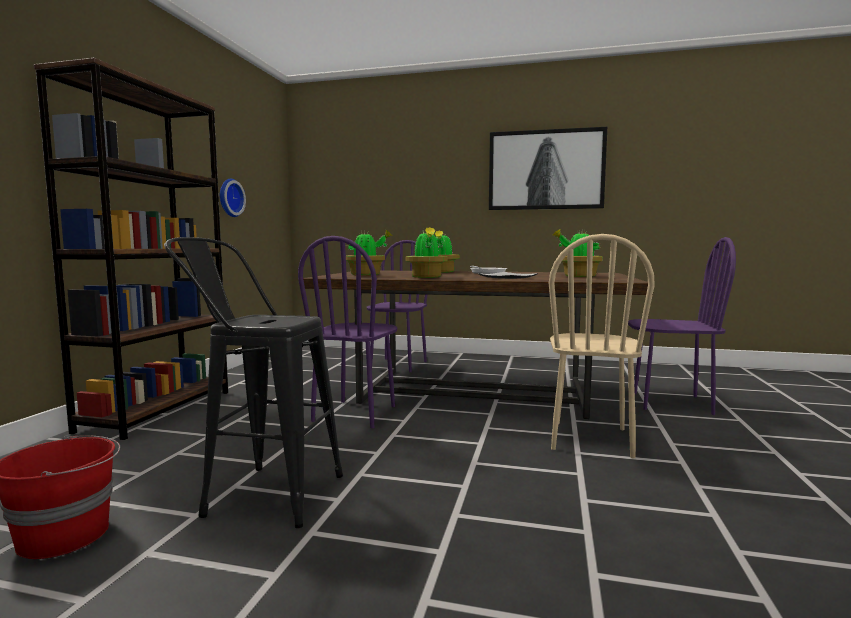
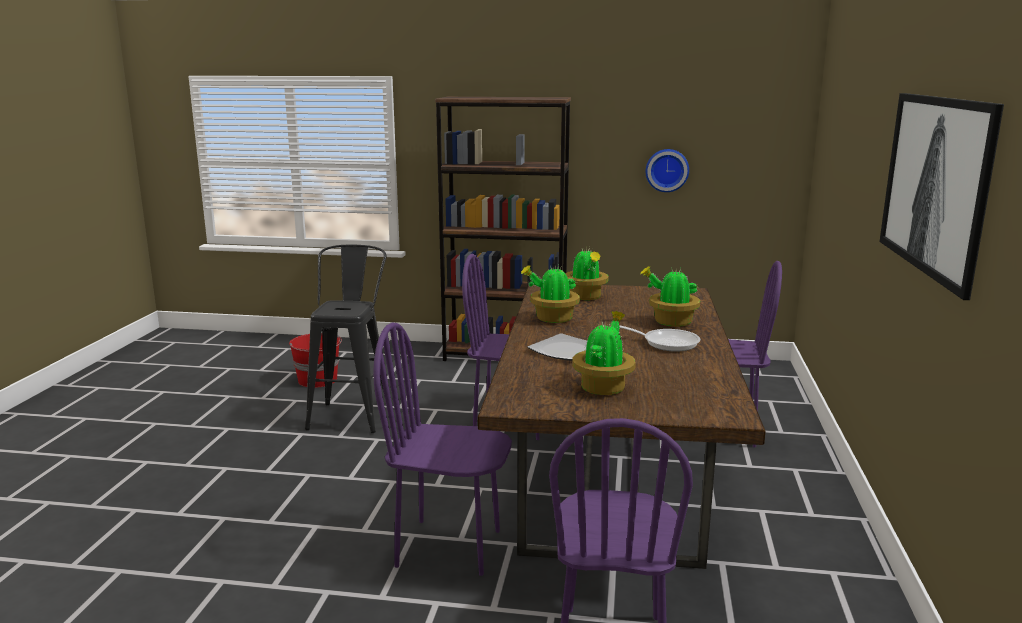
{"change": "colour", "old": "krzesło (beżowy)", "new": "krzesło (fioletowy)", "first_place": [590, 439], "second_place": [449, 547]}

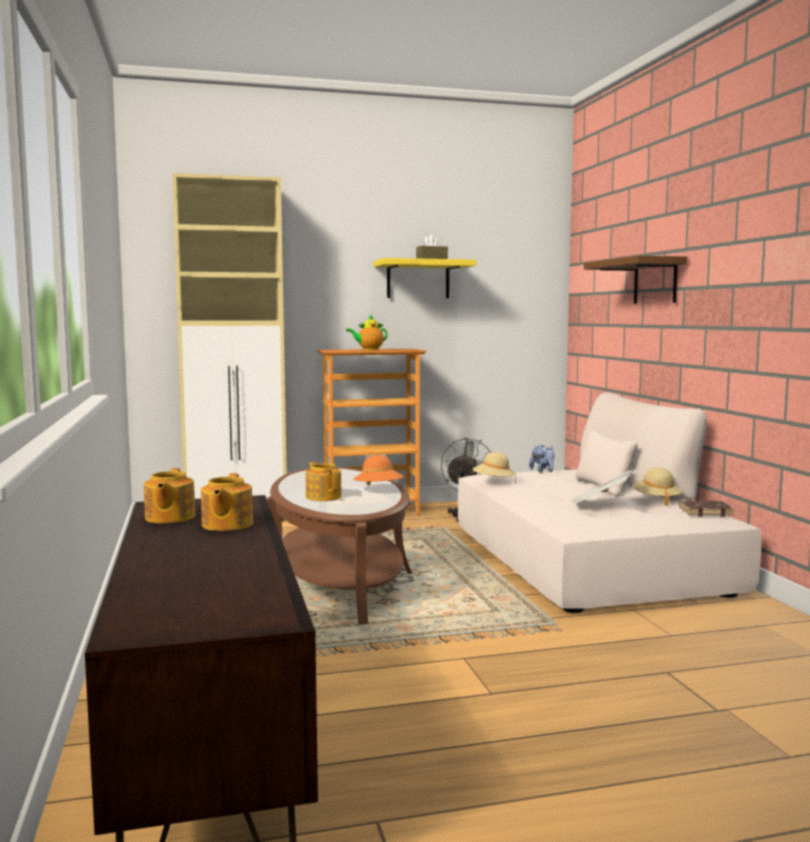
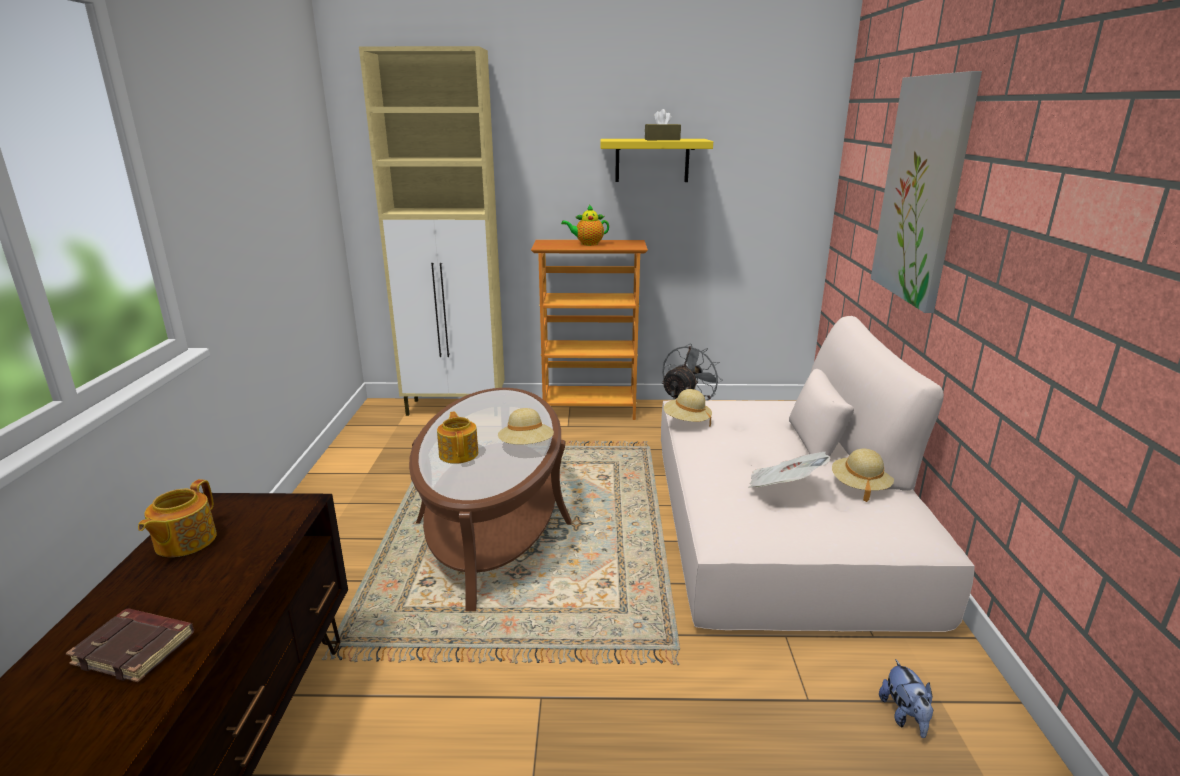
{"change": "missing", "old": "imbryk", "first_place": [226, 525]}
{"change": "relocated", "old": "pluszak", "first_place": [543, 471], "second_place": [904, 716]}
{"change": "relocated", "old": "książka (brązowy)", "first_place": [705, 512], "second_place": [137, 649]}
{"change": "exchanged", "old": "półka (brązowy)", "new": "obraz", "first_place": [655, 281], "second_place": [922, 191]}
{"change": "colour", "old": "kapelusz (pomarańczowy)", "new": "kapelusz (beżowy)", "first_place": [379, 490], "second_place": [526, 446]}

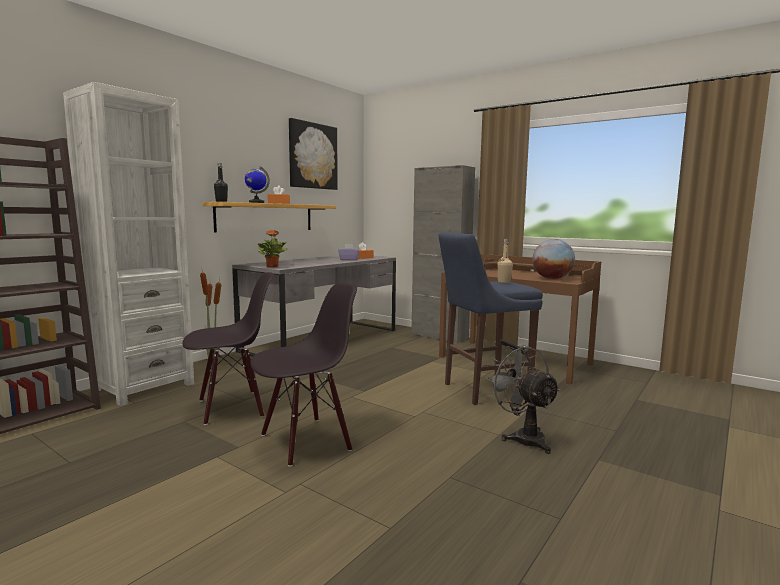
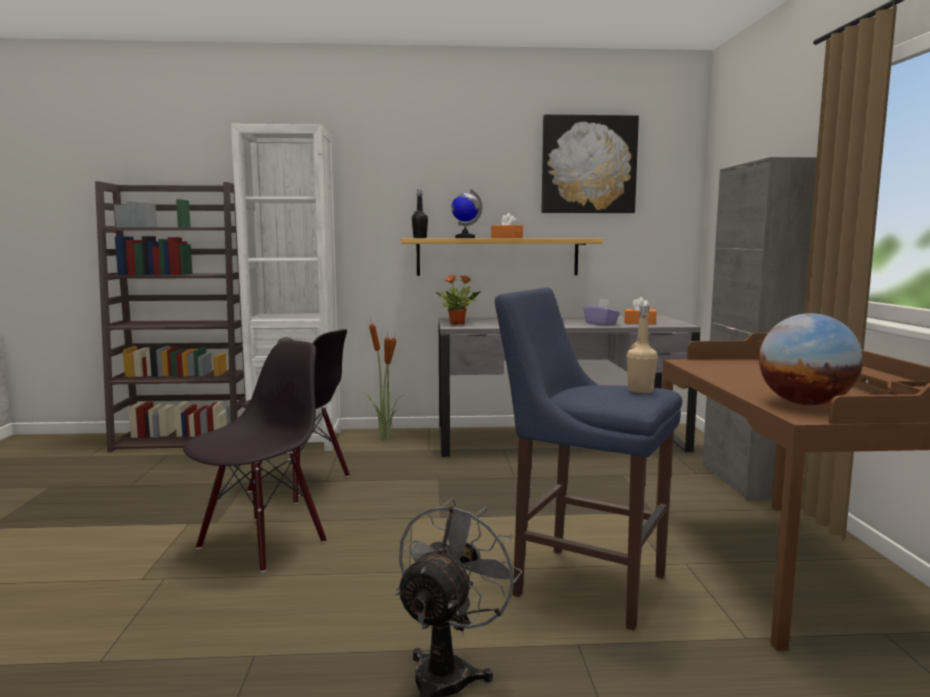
{"change": "spun", "old": "krzesło (czarny)", "first_place": [305, 441], "second_place": [261, 543], "degrees": -75}

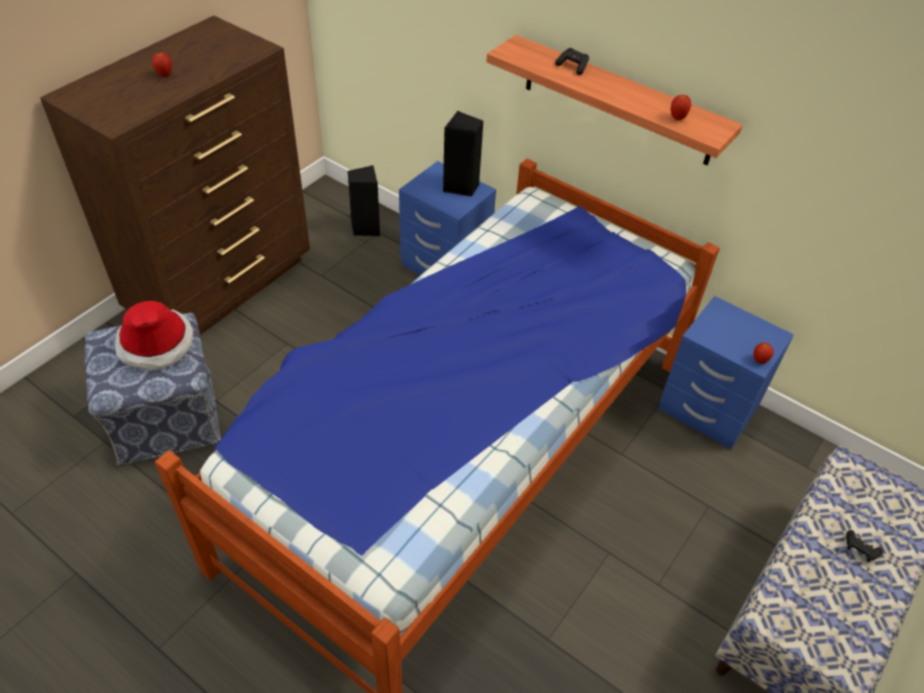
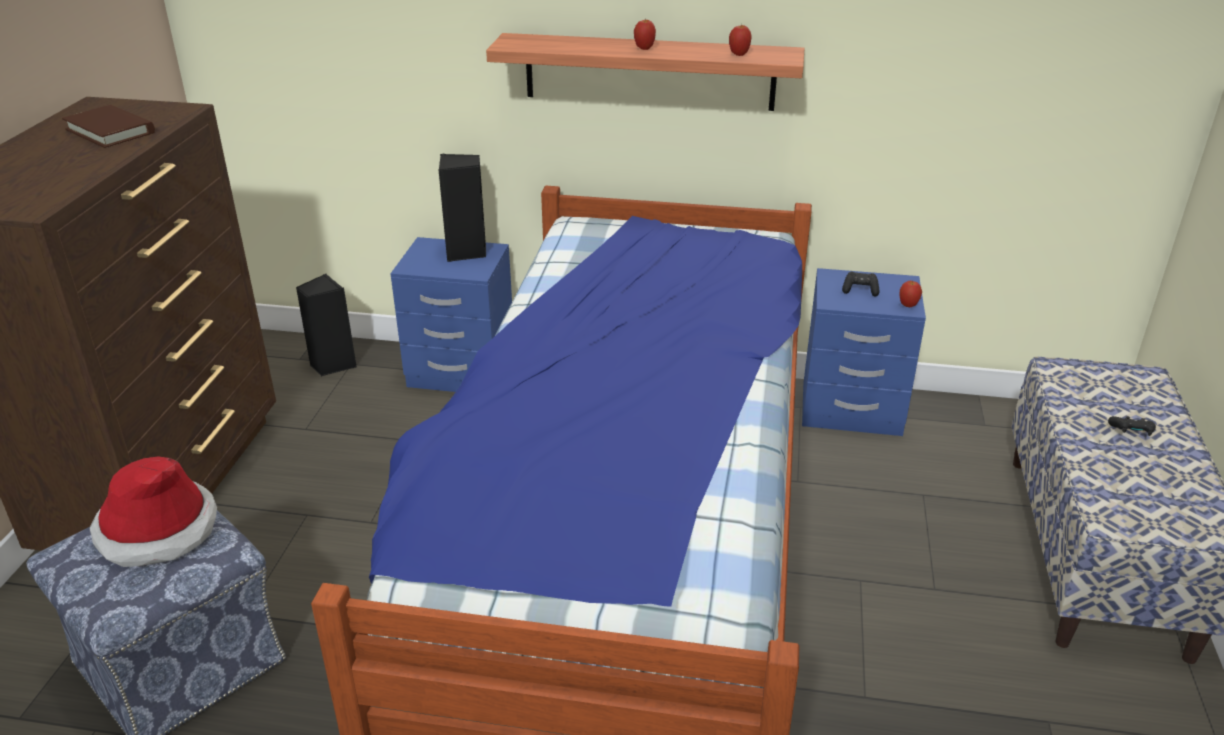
{"change": "appeared", "new": "książka (brązowy)", "second_place": [110, 131]}
{"change": "relocated", "old": "jabłko", "first_place": [165, 75], "second_place": [644, 48]}
{"change": "relocated", "old": "pad do gier (czarny)", "first_place": [572, 67], "second_place": [860, 290]}

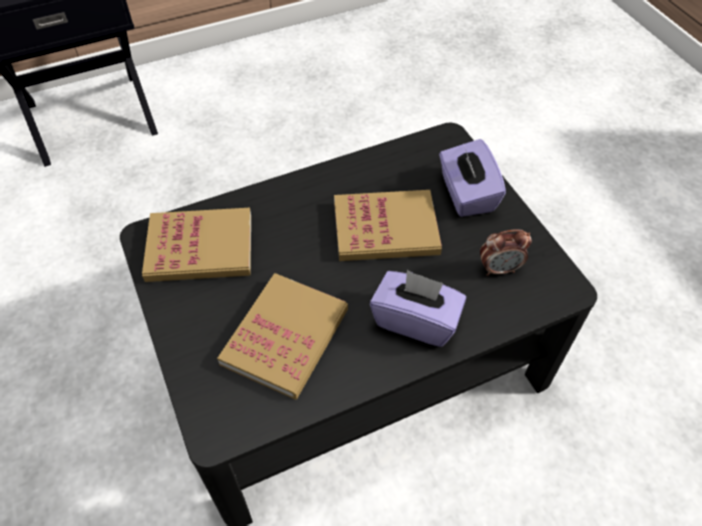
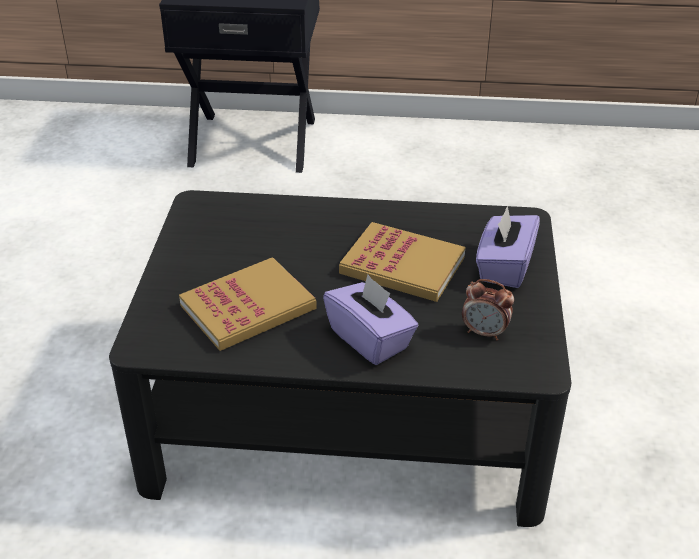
{"change": "missing", "old": "książka", "first_place": [200, 248]}

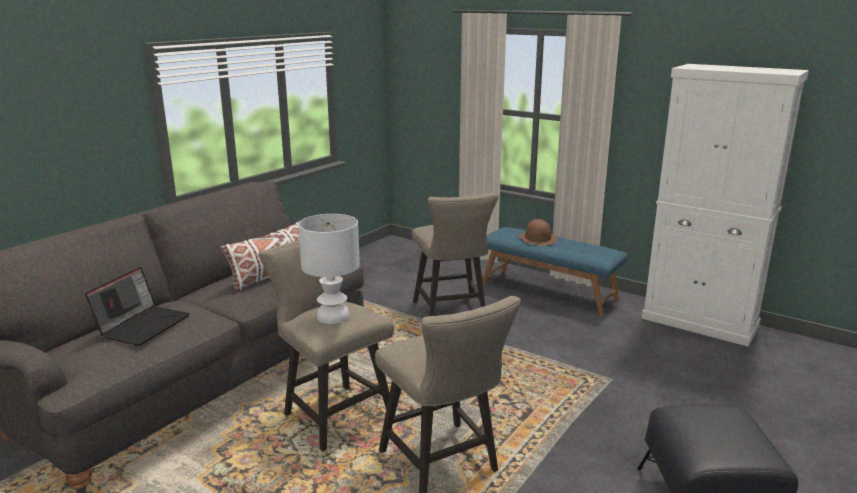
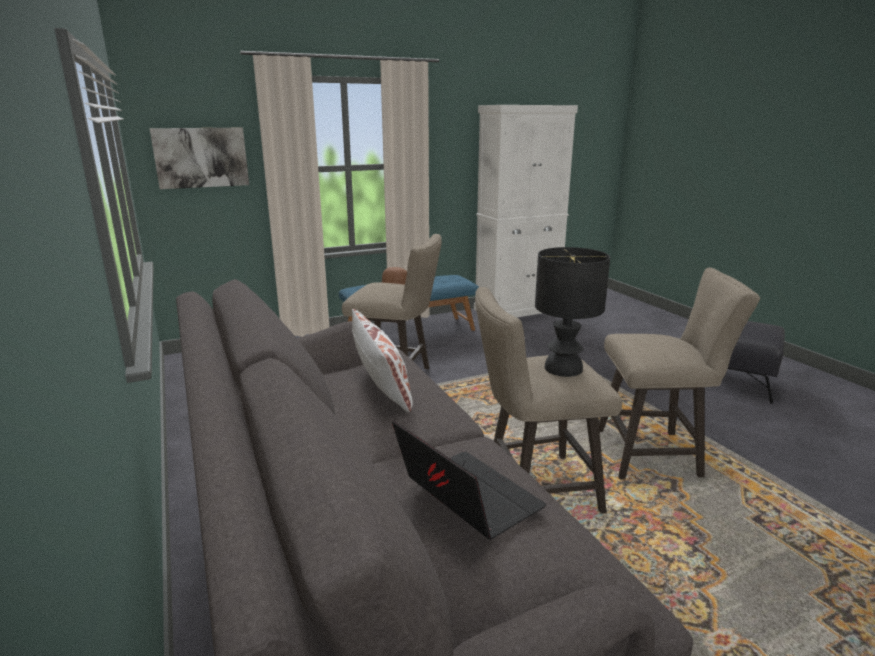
{"change": "appeared", "new": "obraz", "second_place": [201, 157]}
{"change": "colour", "old": "lampa stołowa (biały)", "new": "lampa stołowa (czarny)", "first_place": [333, 317], "second_place": [564, 368]}

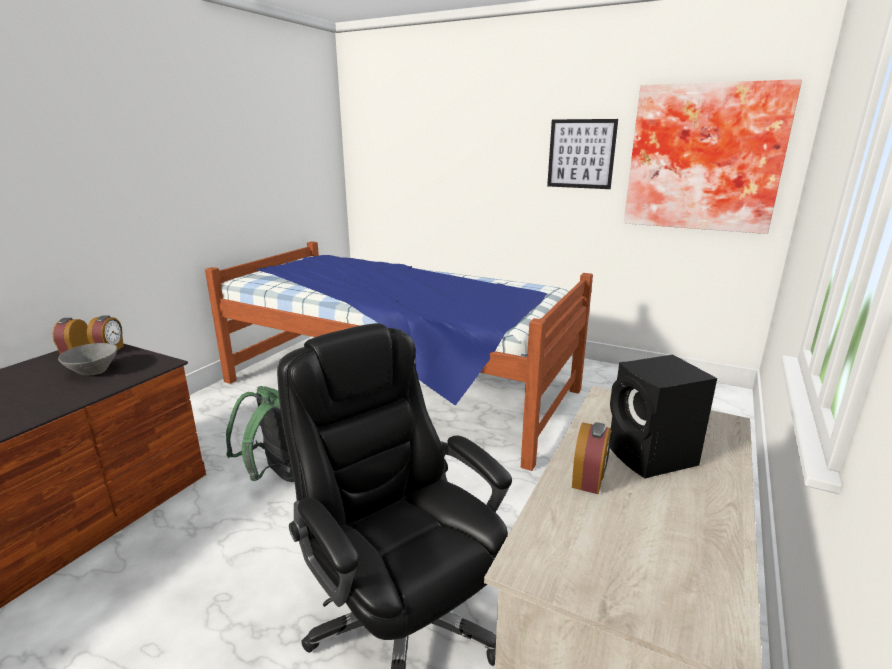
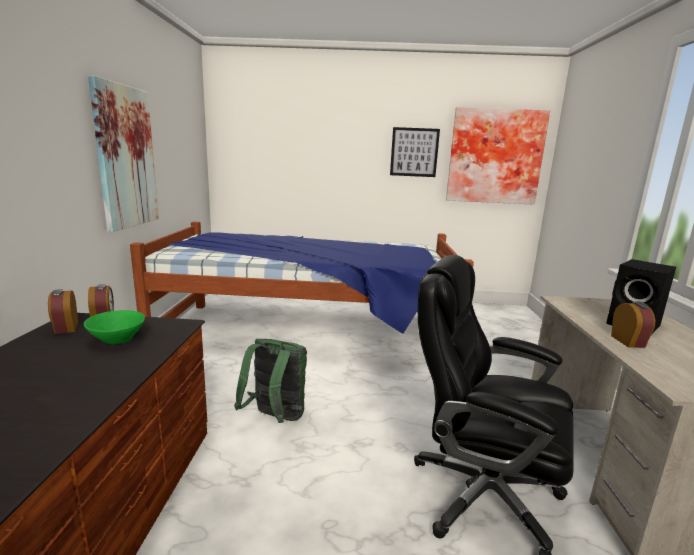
{"change": "appeared", "new": "obraz", "second_place": [126, 157]}
{"change": "colour", "old": "miska (szary)", "new": "miska (zielony)", "first_place": [93, 372], "second_place": [118, 340]}

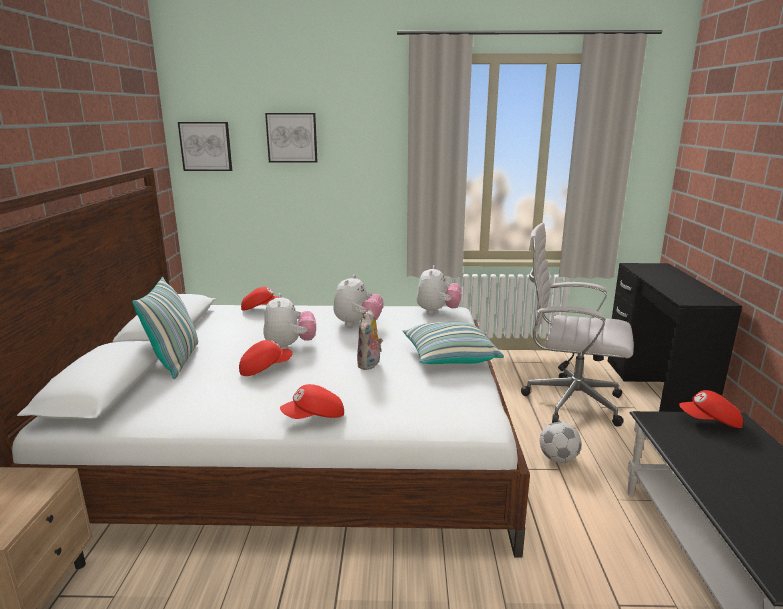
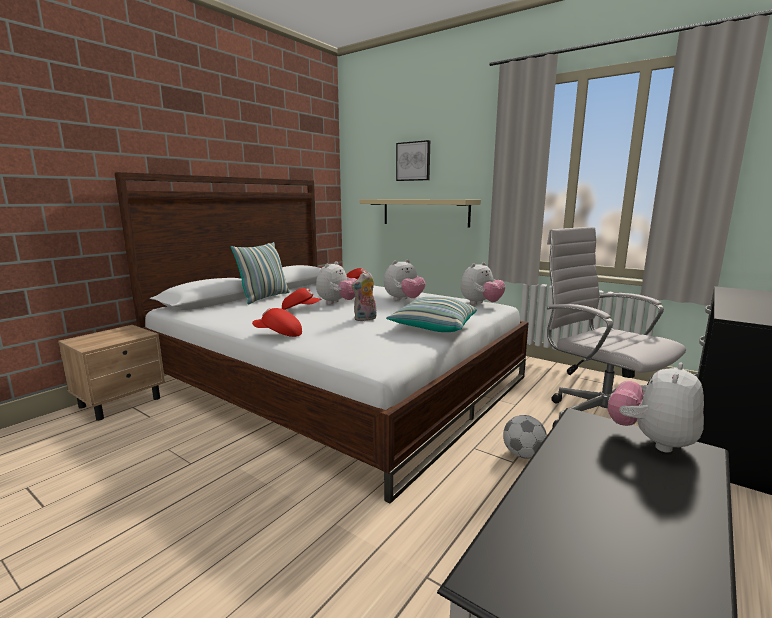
{"change": "missing", "old": "obraz", "first_place": [206, 146]}
{"change": "appeared", "new": "półka (beżowy)", "second_place": [425, 212]}
{"change": "exchanged", "old": "czapka z daszkiem (czerwony)", "new": "pluszak", "first_place": [710, 422], "second_place": [651, 441]}

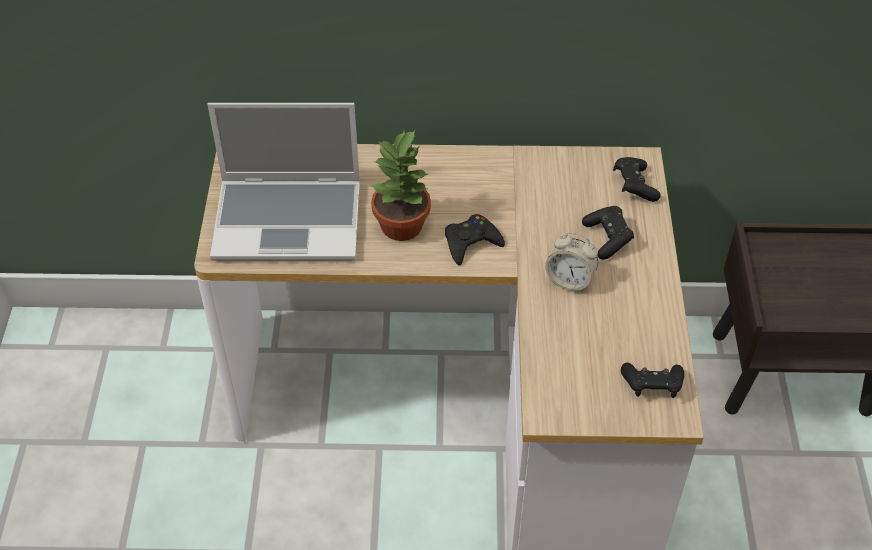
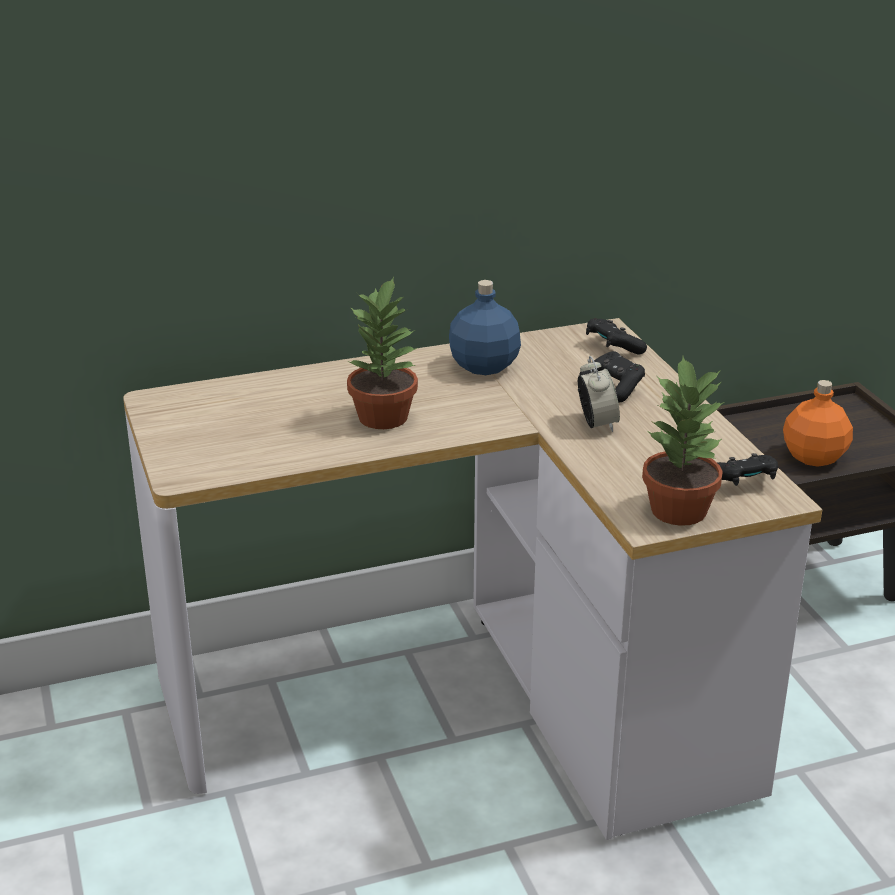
{"change": "missing", "old": "laptop", "first_place": [290, 220]}
{"change": "missing", "old": "pad do gier (czarny)", "first_place": [471, 243]}
{"change": "appeared", "new": "butelka (niebieski)", "second_place": [483, 365]}
{"change": "appeared", "new": "roślina doniczkowa", "second_place": [680, 510]}
{"change": "appeared", "new": "butelka (pomarańczowy)", "second_place": [815, 457]}
{"change": "spun", "old": "budzik", "first_place": [569, 280], "second_place": [596, 424], "degrees": -105}

